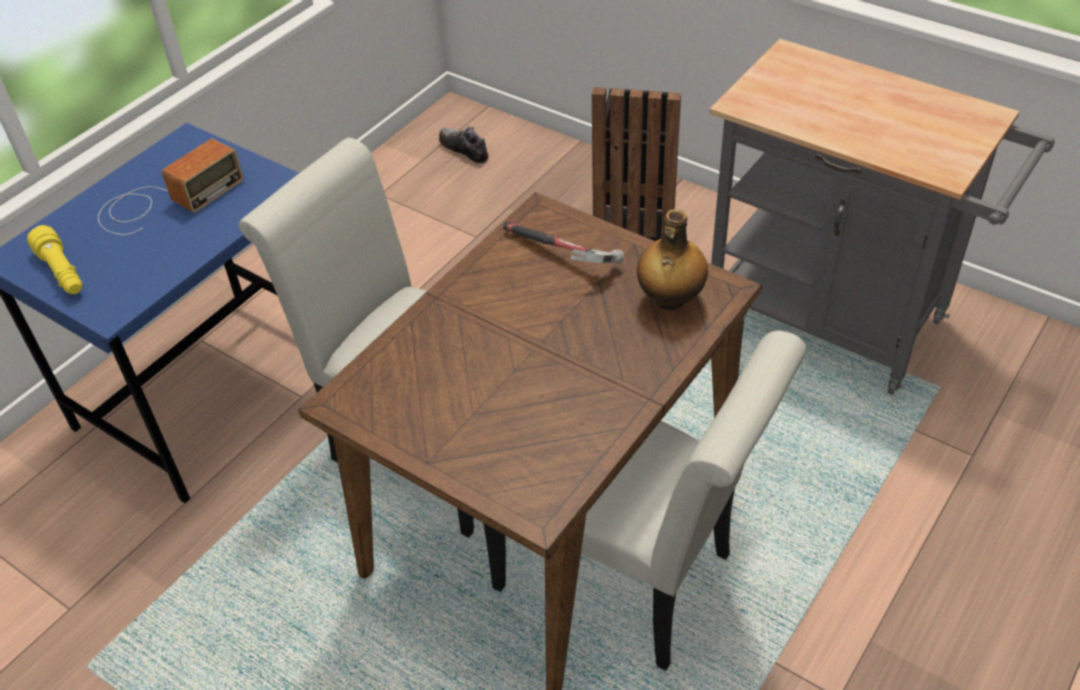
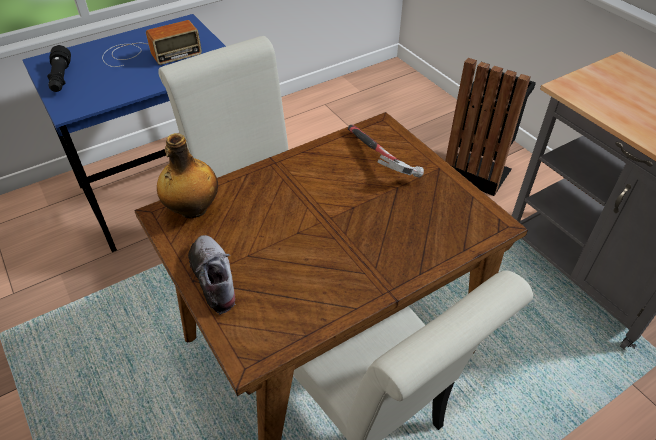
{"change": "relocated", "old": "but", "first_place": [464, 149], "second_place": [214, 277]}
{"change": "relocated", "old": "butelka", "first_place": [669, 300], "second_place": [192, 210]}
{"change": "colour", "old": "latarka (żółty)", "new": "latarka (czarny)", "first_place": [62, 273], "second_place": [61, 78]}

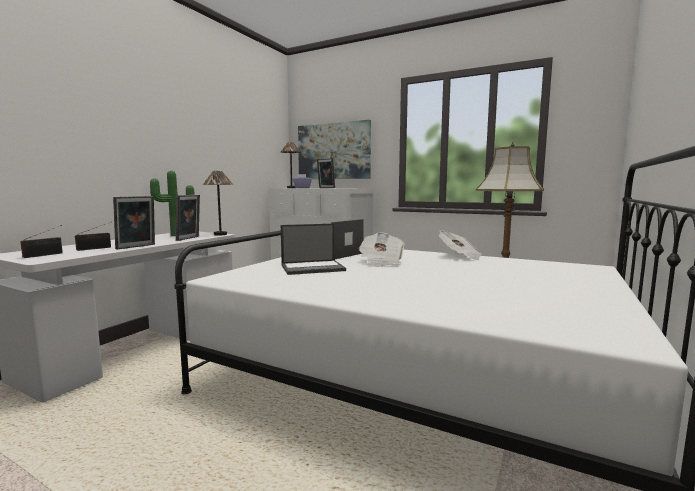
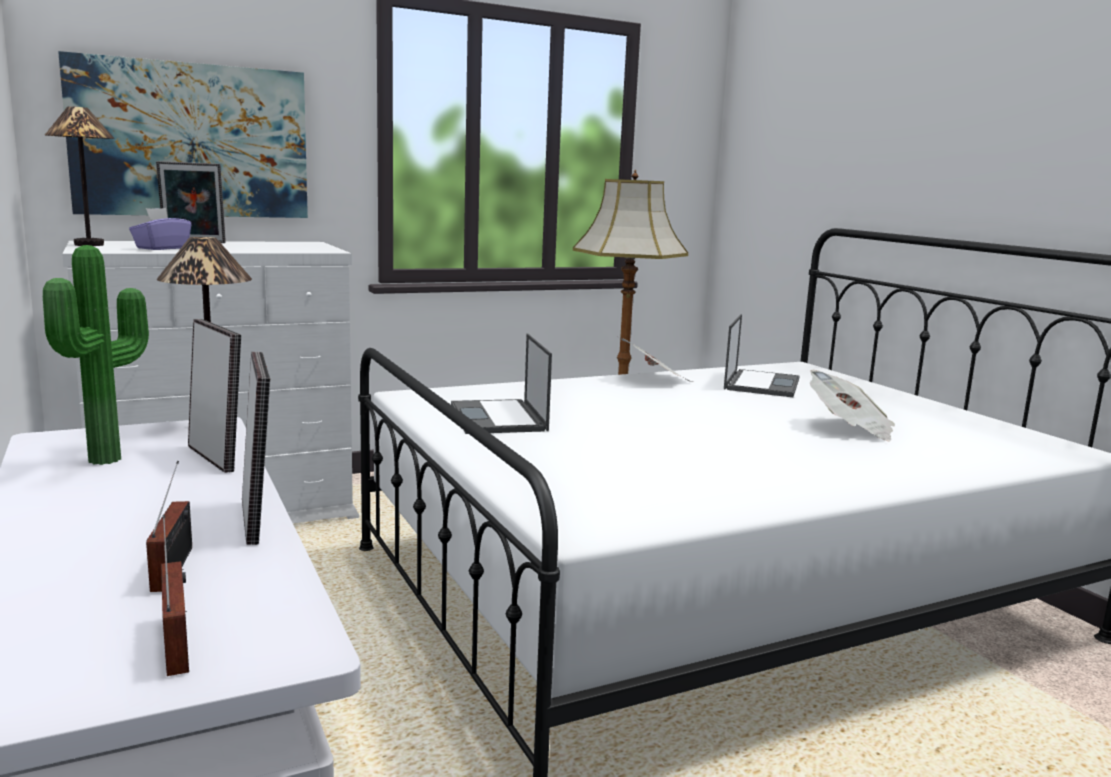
{"change": "relocated", "old": "laptop", "first_place": [313, 268], "second_place": [761, 384]}
{"change": "relocated", "old": "gazeta", "first_place": [381, 262], "second_place": [850, 429]}

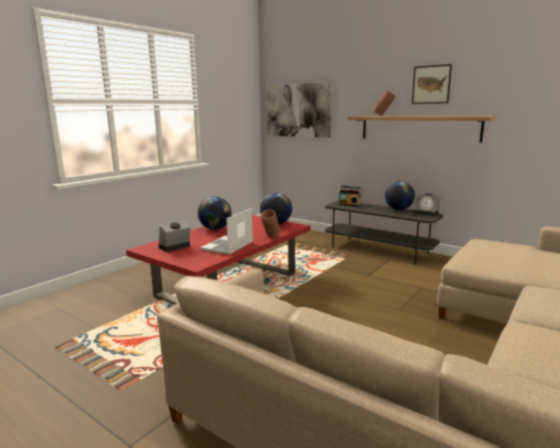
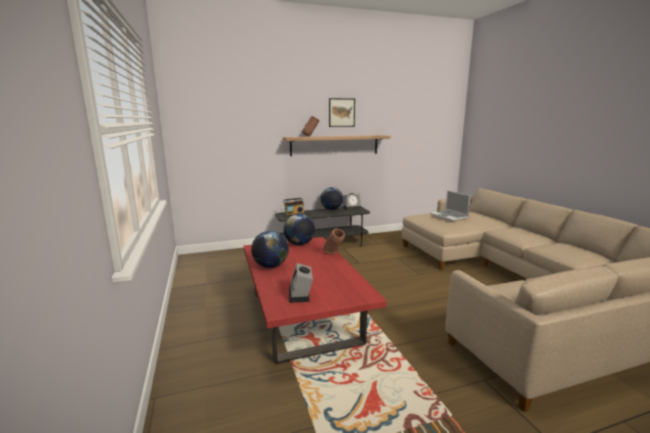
{"change": "missing", "old": "obraz", "first_place": [298, 110]}
{"change": "relocated", "old": "laptop", "first_place": [228, 246], "second_place": [449, 216]}

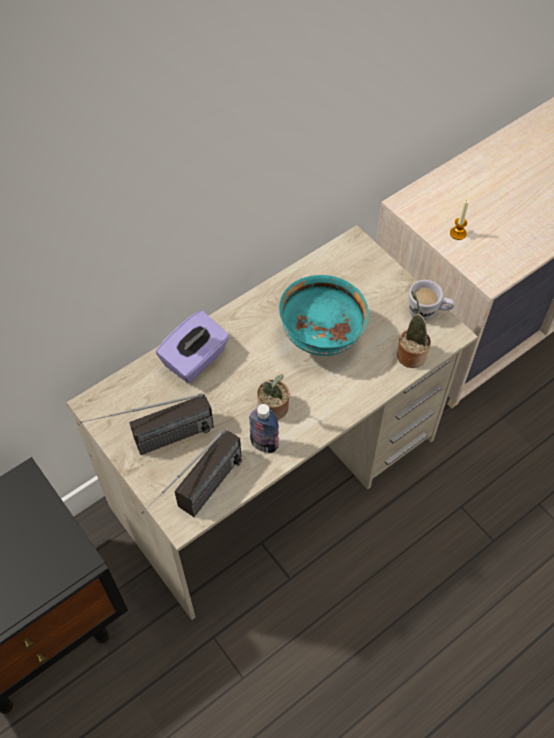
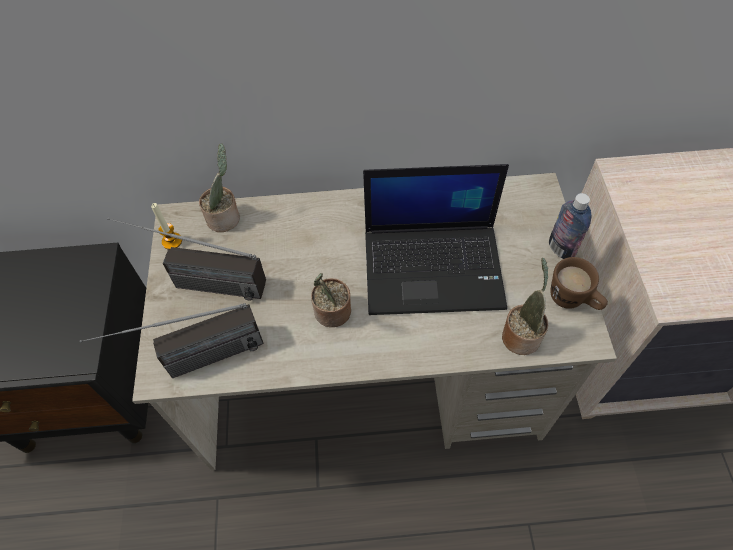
{"change": "missing", "old": "pudełko chusteczek (fioletowy)", "first_place": [195, 359]}
{"change": "appeared", "new": "roślina doniczkowa", "second_place": [225, 218]}
{"change": "relocated", "old": "butelka", "first_place": [264, 444], "second_place": [561, 249]}
{"change": "relocated", "old": "świeca", "first_place": [458, 233], "second_place": [172, 241]}
{"change": "exchanged", "old": "miska (turkusowy)", "new": "laptop", "first_place": [321, 338], "second_place": [434, 267]}
{"change": "colour", "old": "kubek (biały)", "new": "kubek (brązowy)", "first_place": [428, 313], "second_place": [572, 301]}

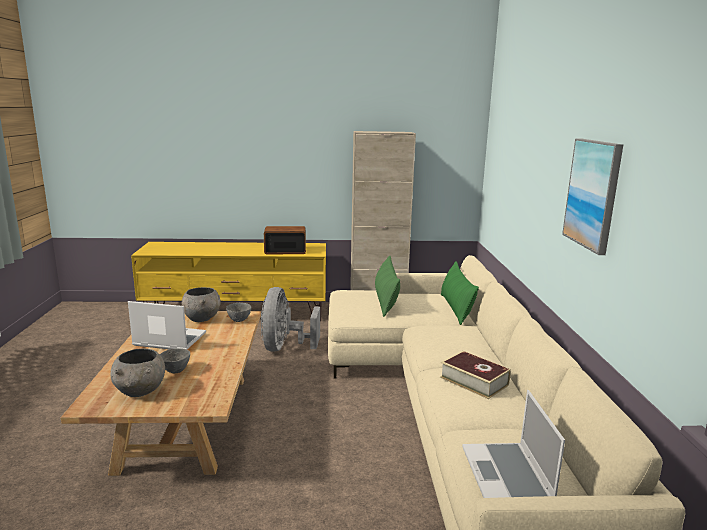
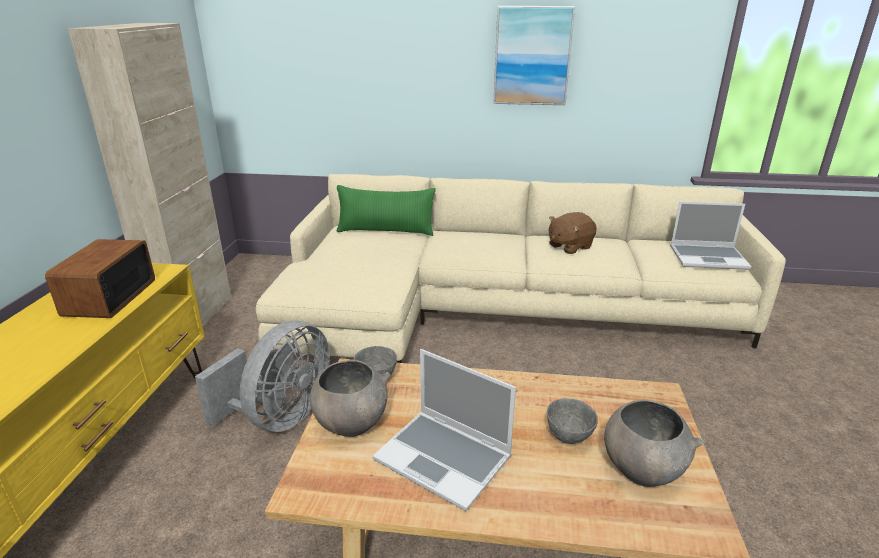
{"change": "missing", "old": "poduszka (zielony)", "first_place": [385, 301]}
{"change": "exchanged", "old": "książka", "new": "pluszak (brązowy)", "first_place": [474, 381], "second_place": [569, 246]}
{"change": "spun", "old": "laptop", "first_place": [168, 340], "second_place": [445, 459], "degrees": -75}
{"change": "spun", "old": "wentylator (szary)", "first_place": [284, 347], "second_place": [280, 417], "degrees": -75}

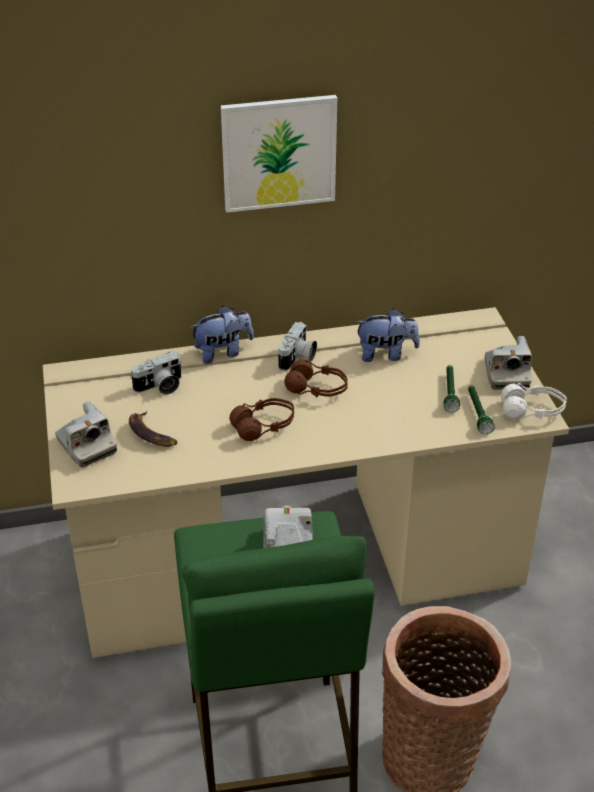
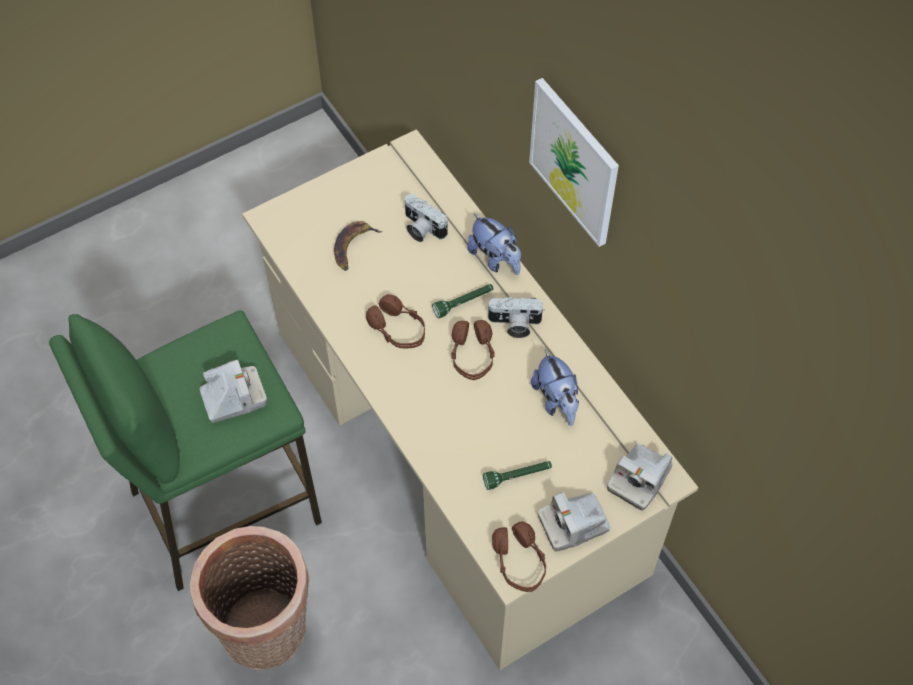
{"change": "relocated", "old": "aparat fotograficzny", "first_place": [86, 446], "second_place": [639, 479]}
{"change": "relocated", "old": "latarka (zielony)", "first_place": [477, 413], "second_place": [463, 303]}
{"change": "colour", "old": "słuchawki (biały)", "new": "słuchawki (brązowy)", "first_place": [532, 411], "second_place": [519, 562]}

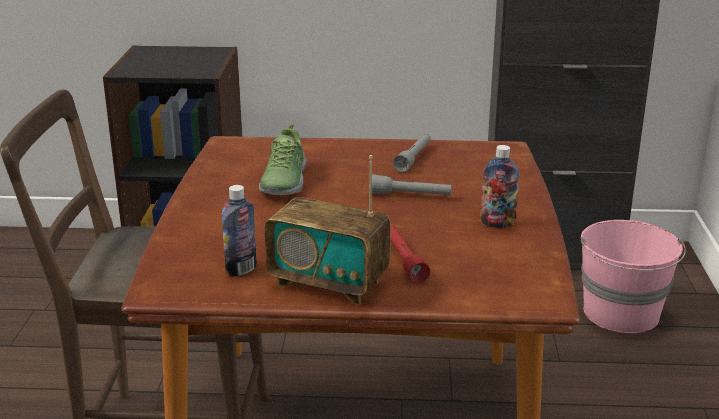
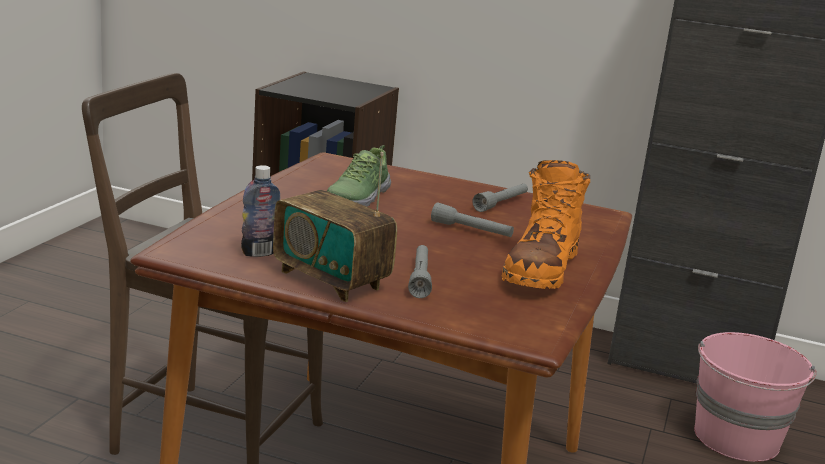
{"change": "exchanged", "old": "butelka", "new": "but z cholewką (pomarańczowy)", "first_place": [497, 223], "second_place": [541, 269]}
{"change": "colour", "old": "latarka (czerwony)", "new": "latarka (szary)", "first_place": [404, 260], "second_place": [420, 278]}

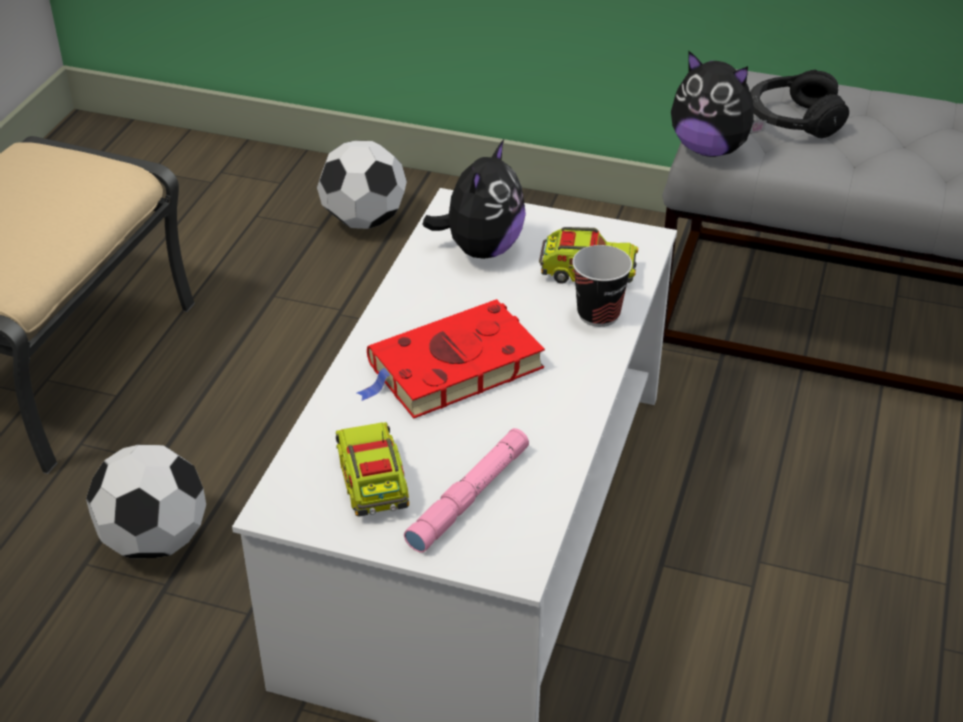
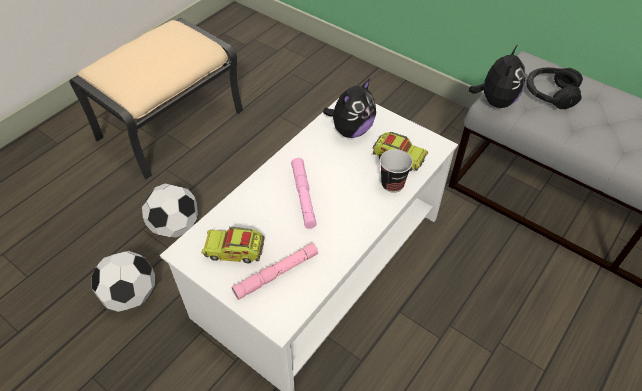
{"change": "relocated", "old": "piłka futbolowa", "first_place": [364, 220], "second_place": [131, 295]}
{"change": "exchanged", "old": "książka (czerwony)", "new": "latarka (różowy)", "first_place": [451, 368], "second_place": [303, 196]}
{"change": "spun", "old": "ciężarówka zabawkowa", "first_place": [373, 482], "second_place": [235, 250], "degrees": -90}
{"change": "spun", "old": "pluszak", "first_place": [710, 149], "second_place": [495, 101], "degrees": -120}

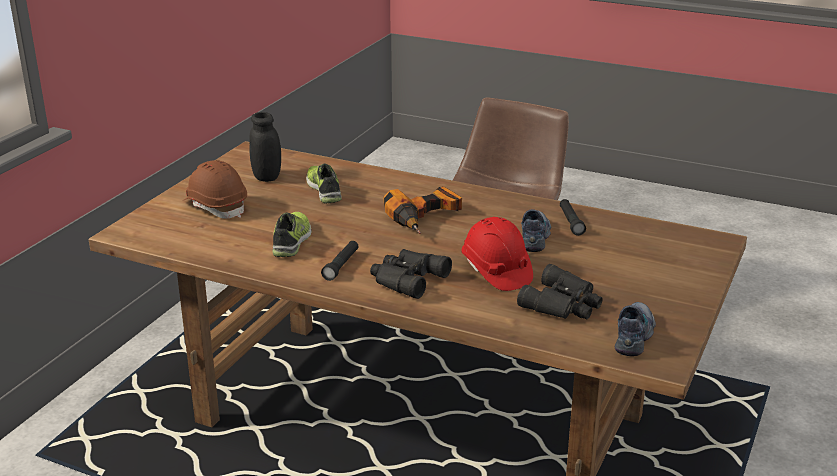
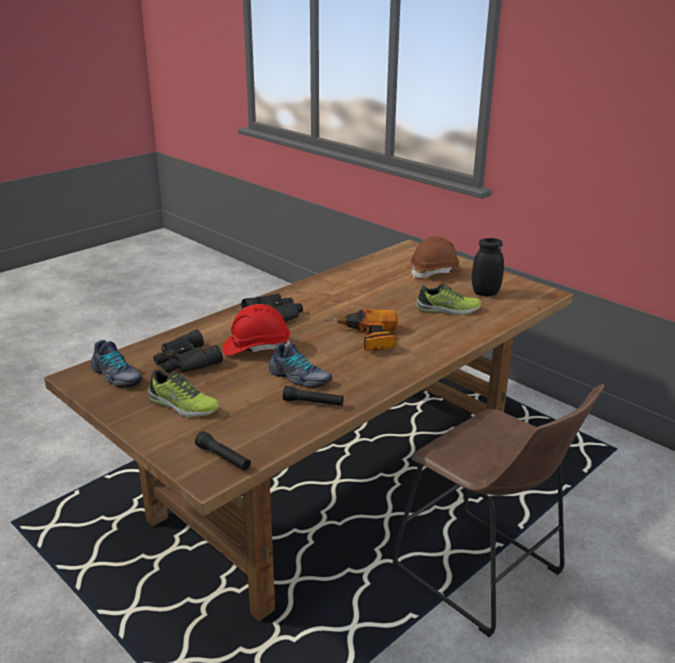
{"change": "relocated", "old": "but", "first_place": [292, 241], "second_place": [182, 406]}
{"change": "relocated", "old": "latarka (czarny)", "first_place": [341, 266], "second_place": [223, 458]}

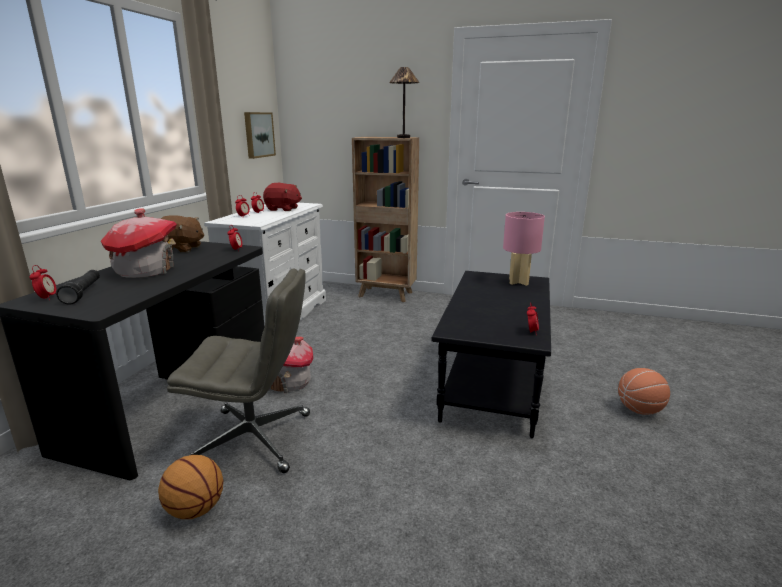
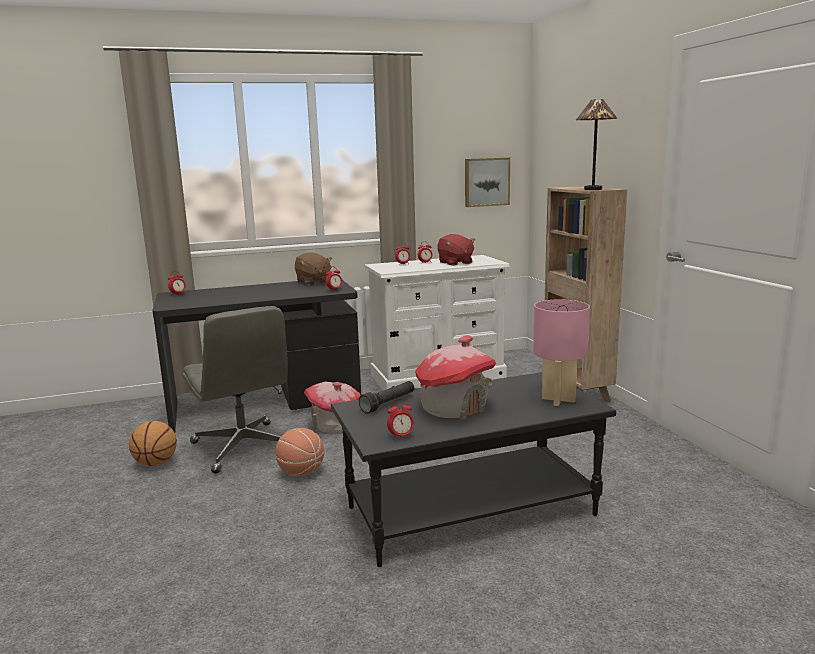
{"change": "relocated", "old": "latarka (czarny)", "first_place": [83, 293], "second_place": [388, 404]}
{"change": "relocated", "old": "domek", "first_place": [146, 270], "second_place": [454, 407]}
{"change": "relocated", "old": "piłka do koszykówki", "first_place": [639, 410], "second_place": [301, 473]}

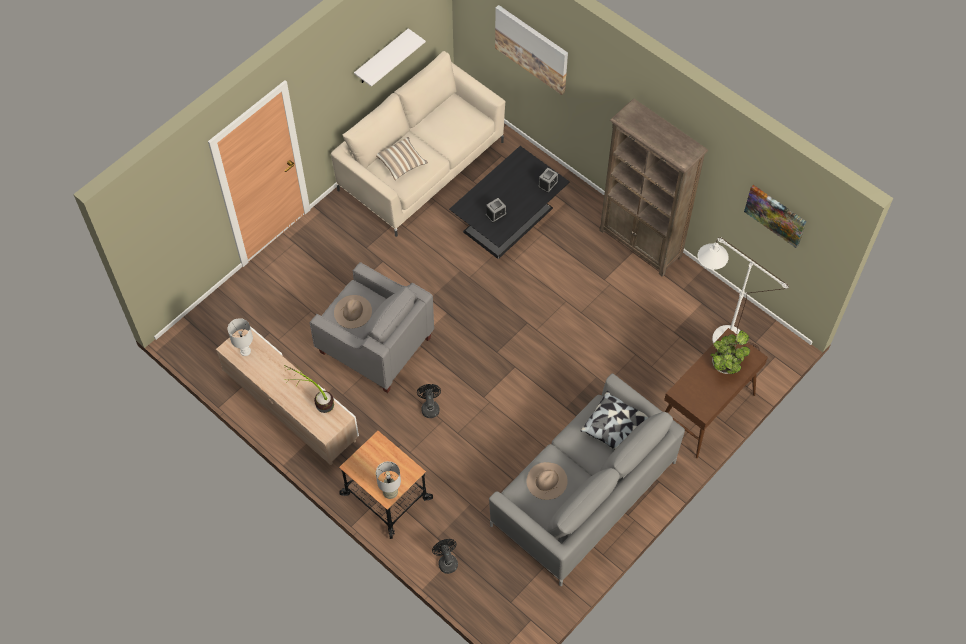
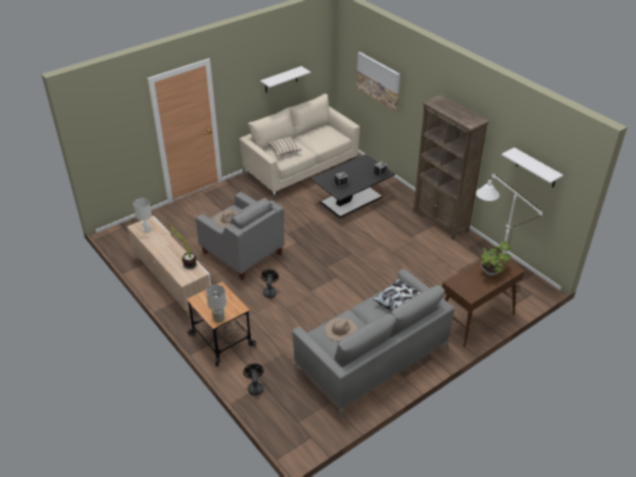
{"change": "exchanged", "old": "obraz", "new": "półka (biały)", "first_place": [775, 215], "second_place": [536, 168]}

